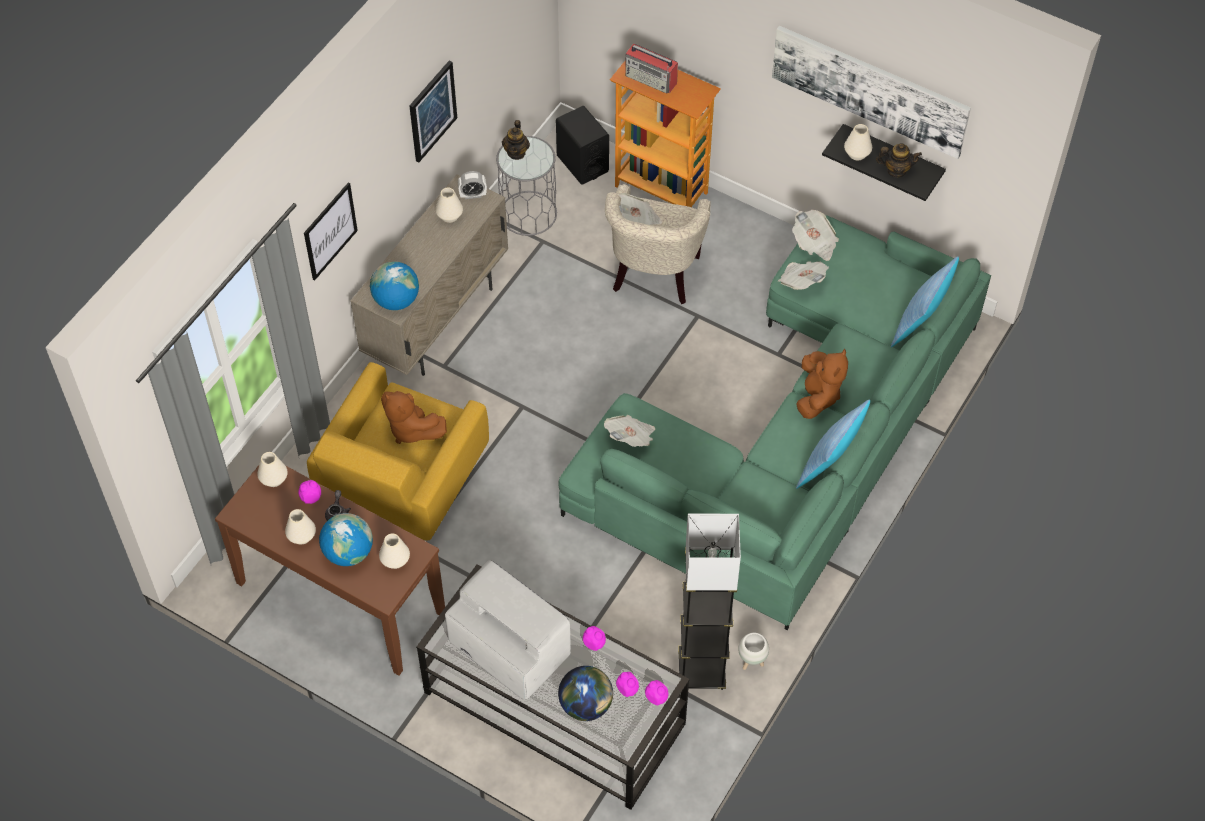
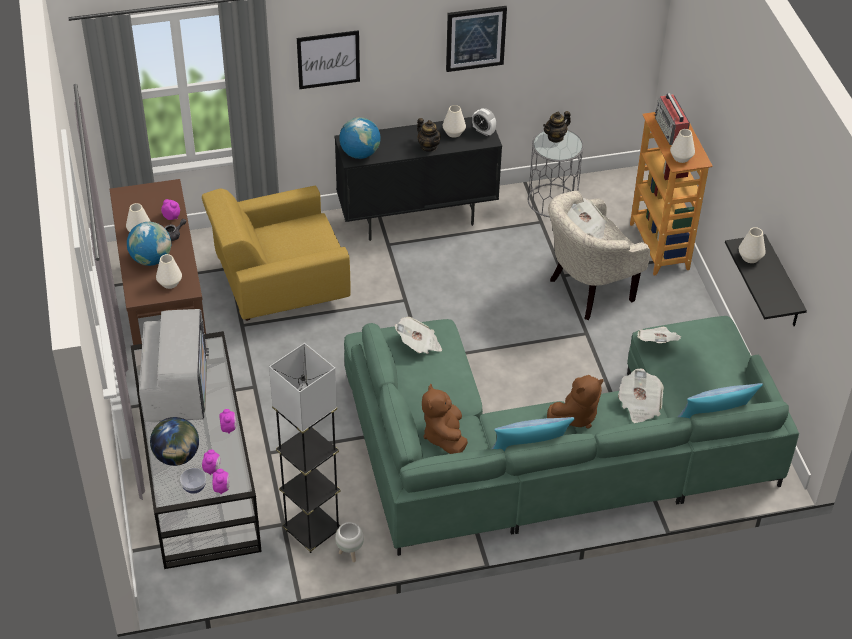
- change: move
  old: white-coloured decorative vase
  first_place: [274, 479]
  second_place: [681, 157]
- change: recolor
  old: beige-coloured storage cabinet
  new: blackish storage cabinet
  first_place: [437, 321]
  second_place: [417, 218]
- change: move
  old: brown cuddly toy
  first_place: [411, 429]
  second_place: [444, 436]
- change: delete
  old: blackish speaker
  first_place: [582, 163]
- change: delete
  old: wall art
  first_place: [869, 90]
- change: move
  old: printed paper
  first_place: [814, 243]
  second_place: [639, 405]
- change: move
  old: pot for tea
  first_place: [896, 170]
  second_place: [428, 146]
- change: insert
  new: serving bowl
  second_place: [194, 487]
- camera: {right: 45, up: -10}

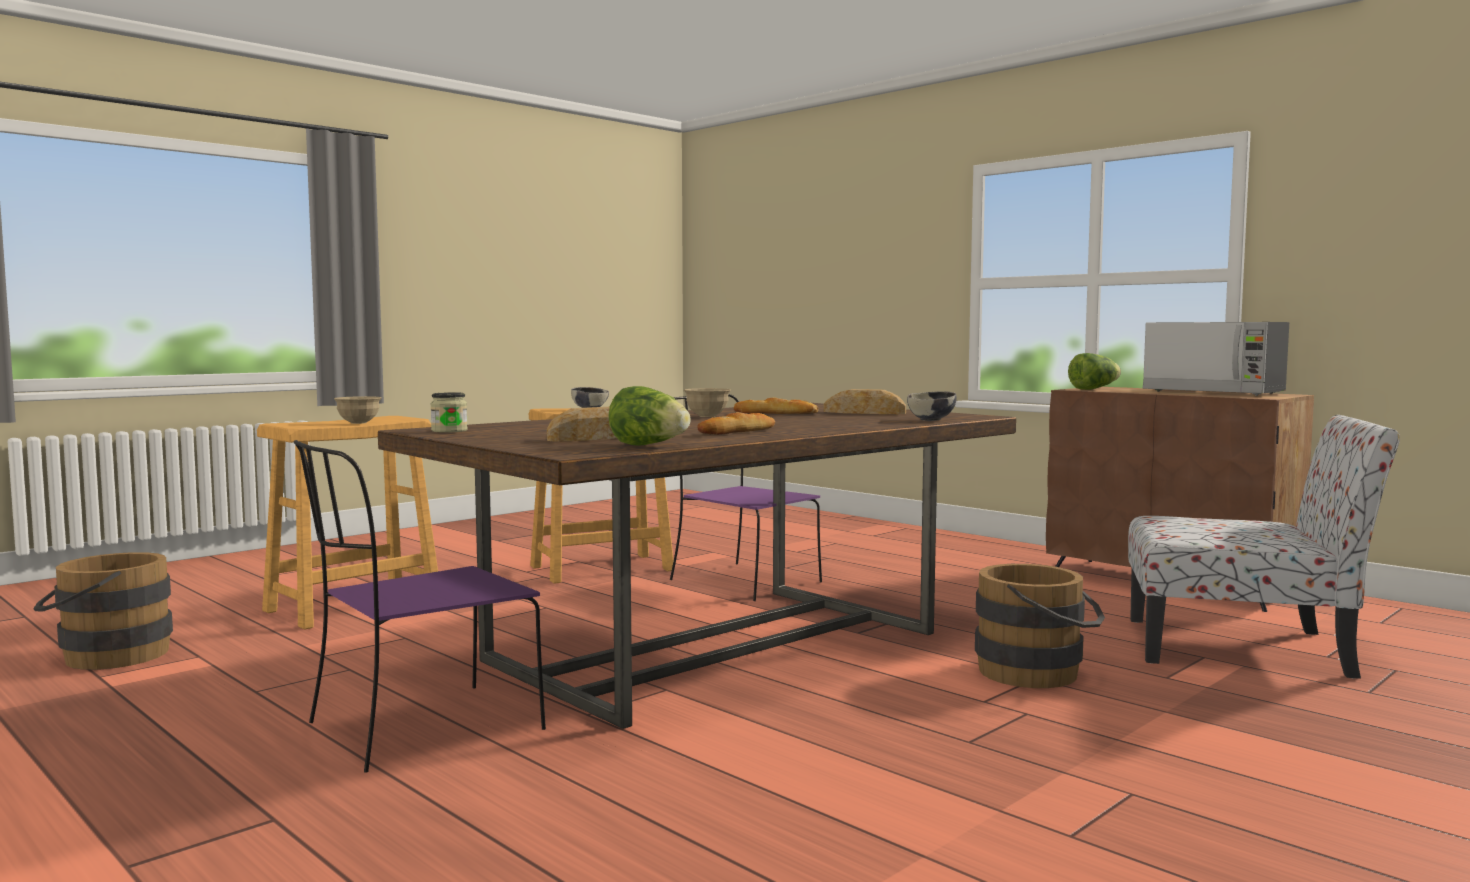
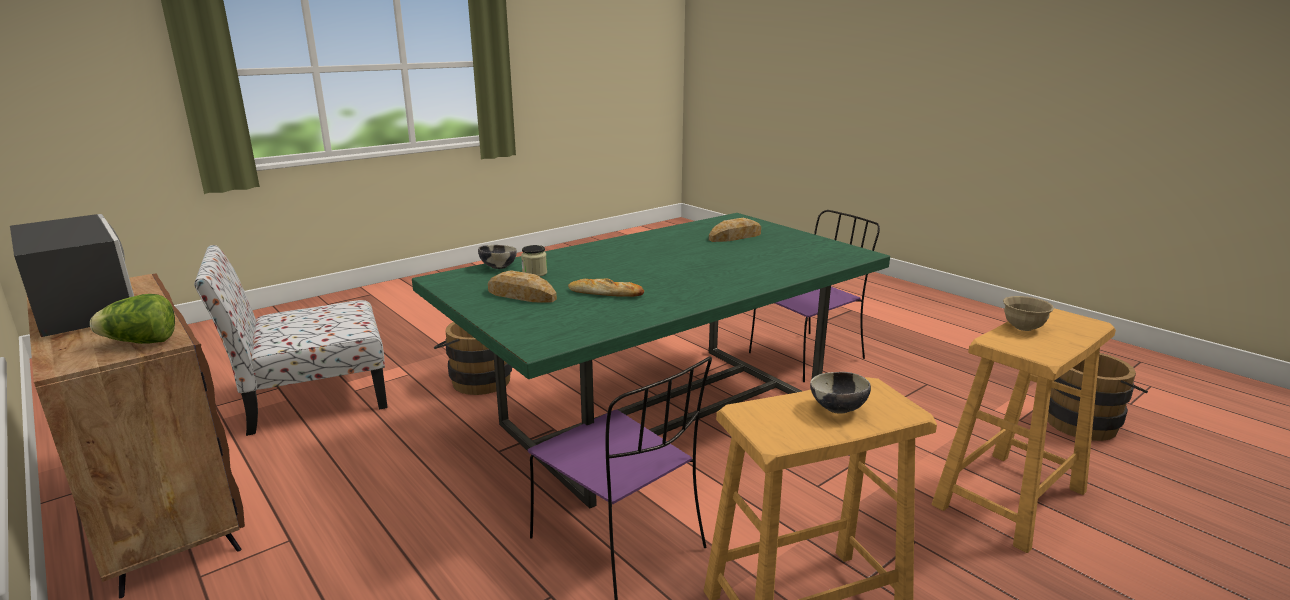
- change: recolor
  old: brown dinner table
  new: green-coloured dinner table
  first_place: [721, 646]
  second_place: [660, 416]
- change: move
  old: storage jar
  first_place: [449, 431]
  second_place: [534, 273]
- change: delete
  old: lettuce
  first_place: [649, 445]
- change: delete
  old: beige-coloured serving bowl
  first_place: [707, 416]
- change: delete
  old: bakery bread
  first_place: [738, 431]
- change: rotate
  old: chair
  first_place: [1242, 648]
  second_place: [312, 398]
  degrees: -45
- camera: {right: -175, up: 15}

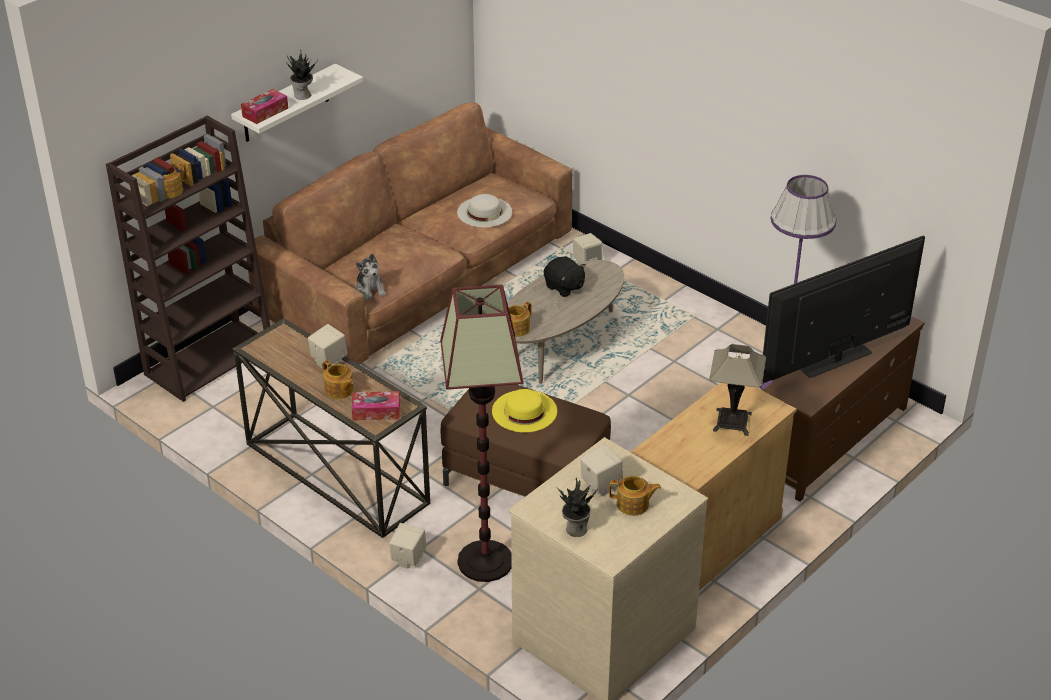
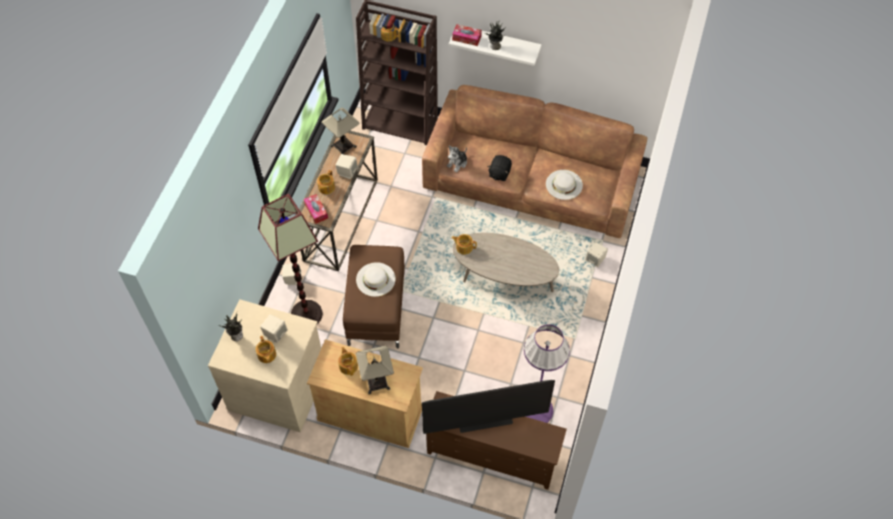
- change: recolor
  old: yellow-coloured clothing hat
  new: white-coloured clothing hat
  first_place: [524, 411]
  second_place: [375, 279]
- change: move
  old: blackish cuddly toy
  first_place: [564, 287]
  second_place: [499, 173]
- change: rotate
  old: TV
  first_place: [836, 362]
  second_place: [485, 423]
  degrees: 135
- change: insert
  new: lamp for a table
  second_place: [343, 146]
- change: insert
  new: pot for tea
  second_place: [348, 365]
- camera: {right: 65, up: 20}

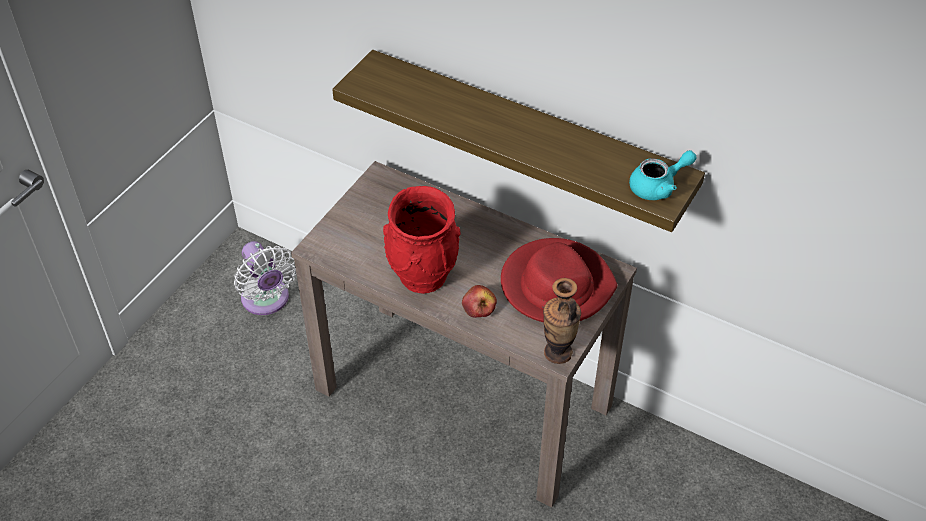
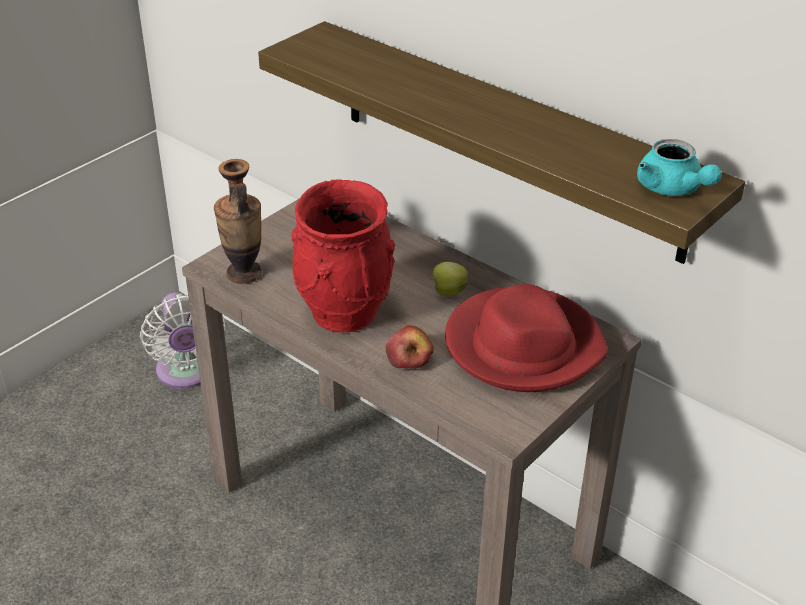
- change: move
  old: decorative vase
  first_place: [558, 352]
  second_place: [244, 273]
- change: rotate
  old: turquoise pot for tea
  first_place: [658, 186]
  second_place: [673, 189]
  degrees: 75
- change: insert
  new: apple fruit
  second_place: [447, 292]
- camera: {right: 10, up: -10}

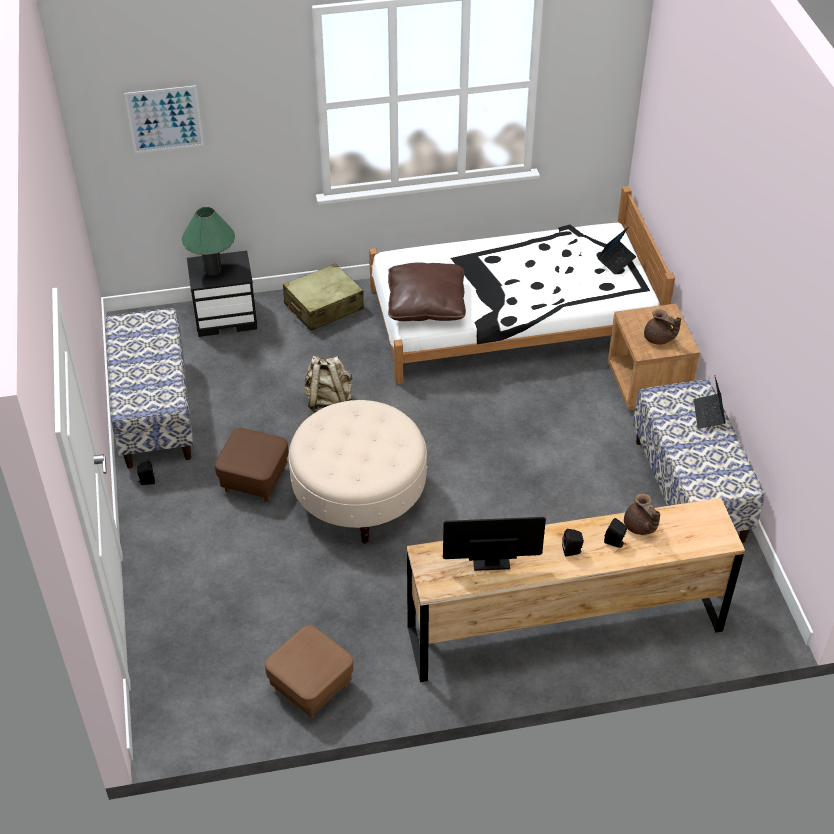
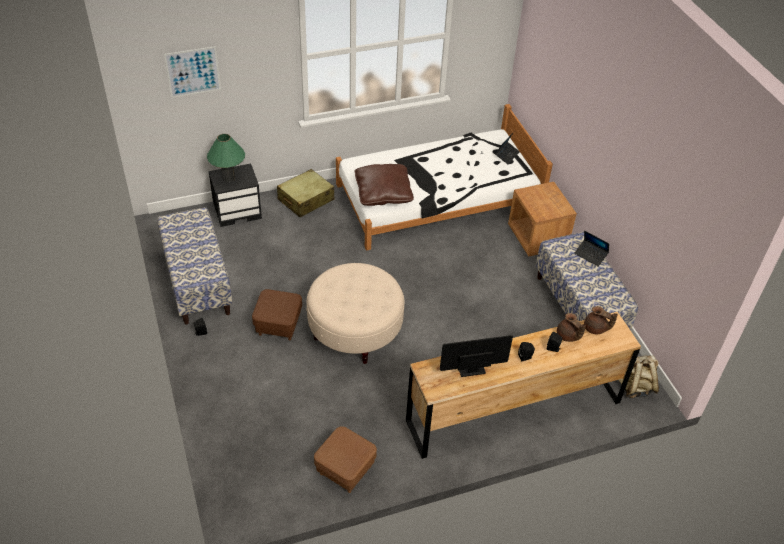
- change: move
  old: beige-coloured backpack
  first_place: [328, 401]
  second_place: [634, 386]
- change: move
  old: brown pot for tea
  first_place: [658, 339]
  second_place: [595, 328]
- change: rotate
  old: portable computer
  first_place: [708, 414]
  second_place: [590, 255]
  degrees: -45
- camera: {right: -10, up: 0}

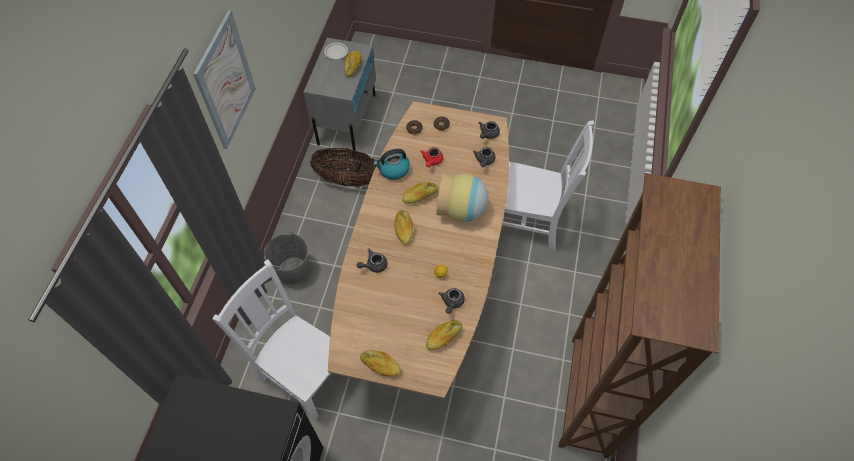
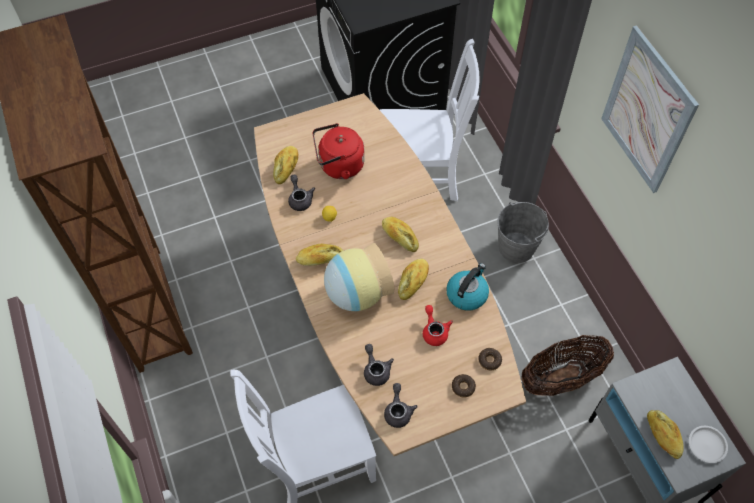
- change: delete
  old: gray pot for tea
  first_place: [373, 265]
- change: move
  old: bakery bread
  first_place: [380, 366]
  second_place: [320, 259]
- change: insert
  new: red-coloured tea kettle
  second_place: [338, 166]
- camera: {right: 145, up: 0}

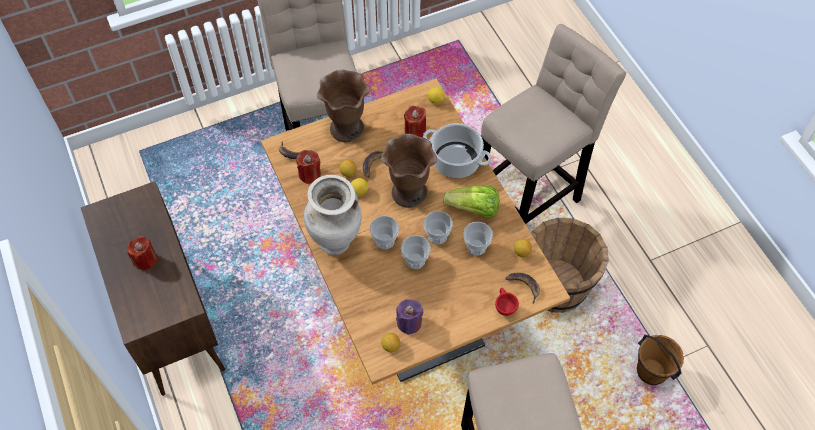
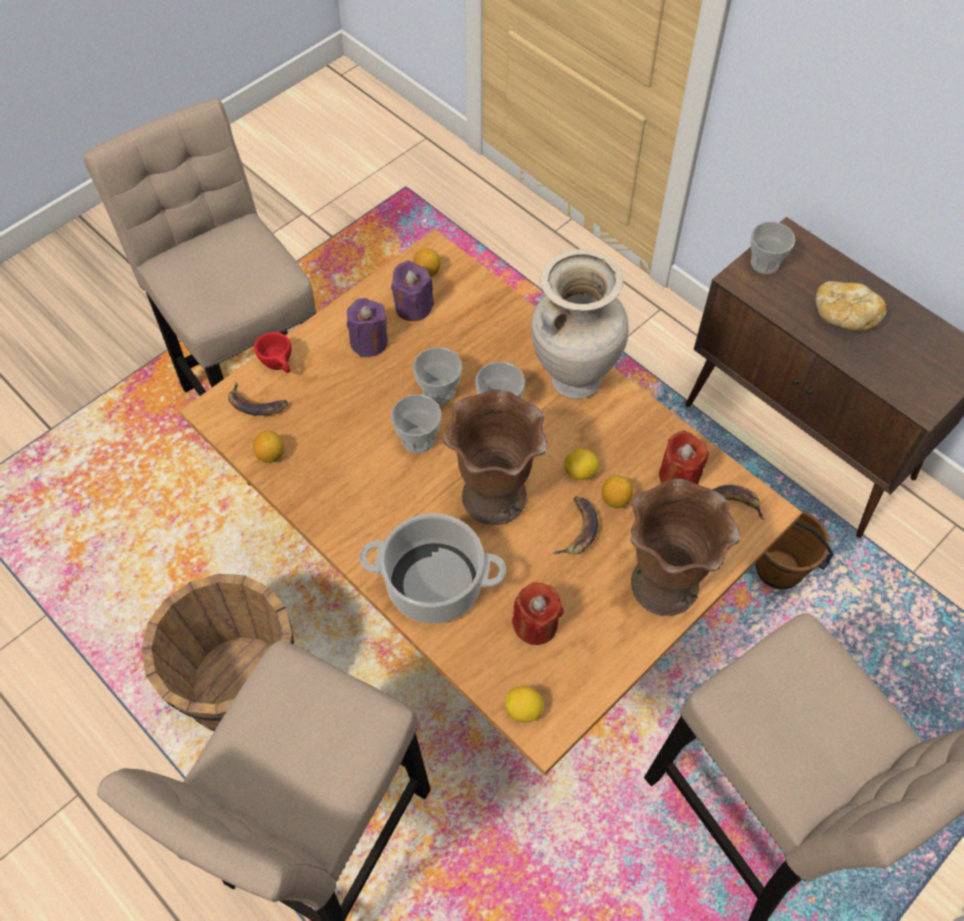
- change: replace
  old: red-coloured candle
  new: bakery bread
  first_place: [145, 260]
  second_place: [843, 316]
- change: delete
  old: lettuce
  first_place: [474, 209]
- change: move
  old: cup
  first_place: [476, 247]
  second_place: [765, 263]
- change: move
  old: brown bucket
  first_place: [651, 371]
  second_place: [777, 570]
- change: insert
  new: purple-coloured candle
  second_place: [369, 342]
- camera: {right: 160, up: 0}

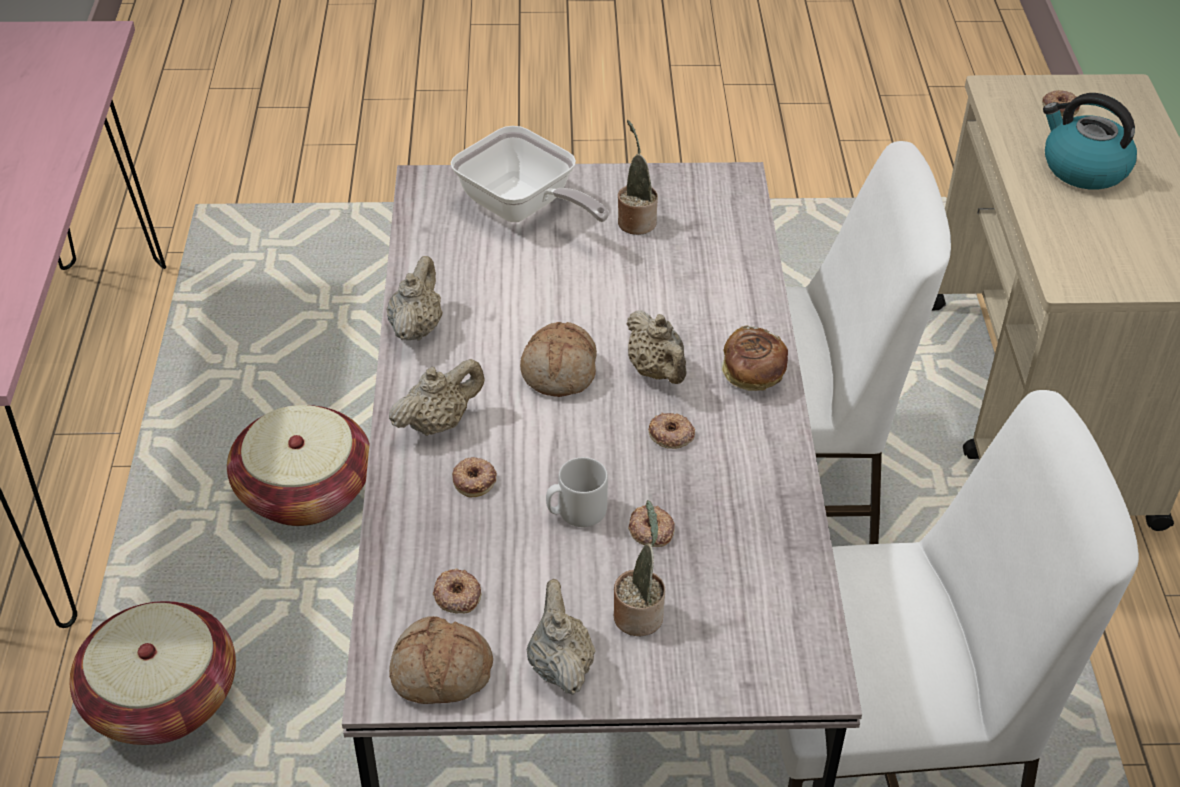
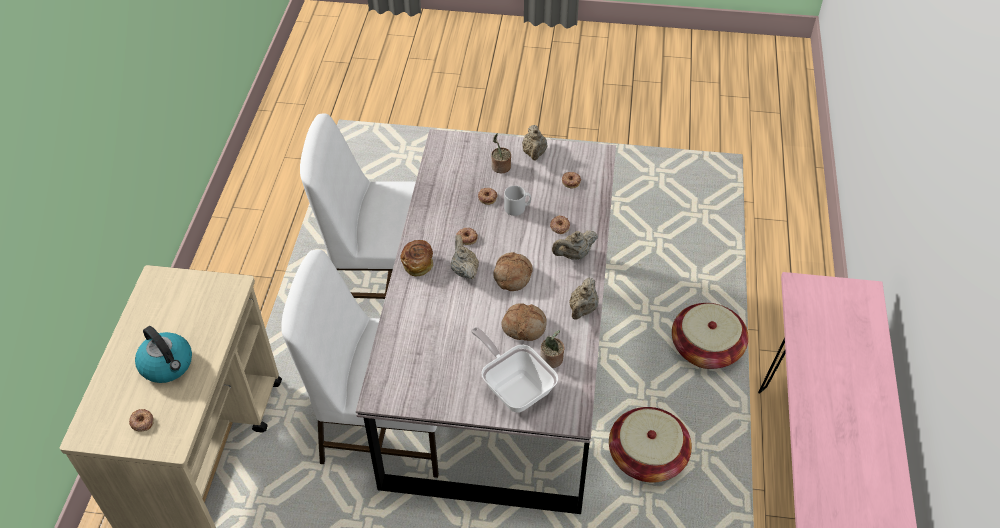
- change: move
  old: bakery bread
  first_place: [440, 674]
  second_place: [524, 326]
- change: move
  old: potted plant
  first_place: [635, 221]
  second_place: [552, 360]
- camera: {right: -170, up: 5}

